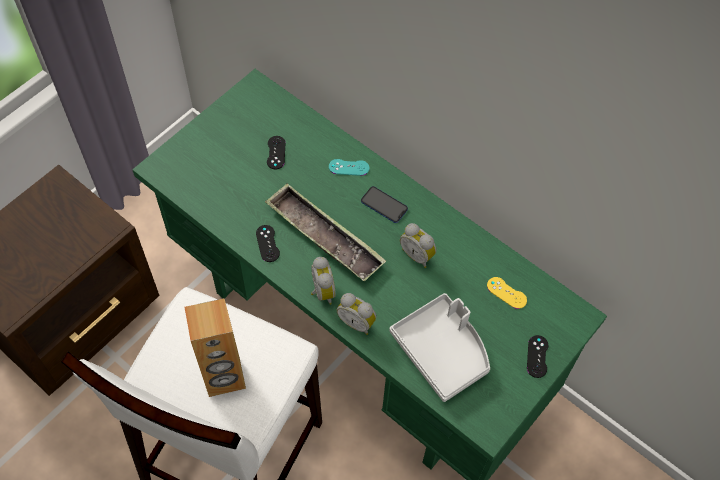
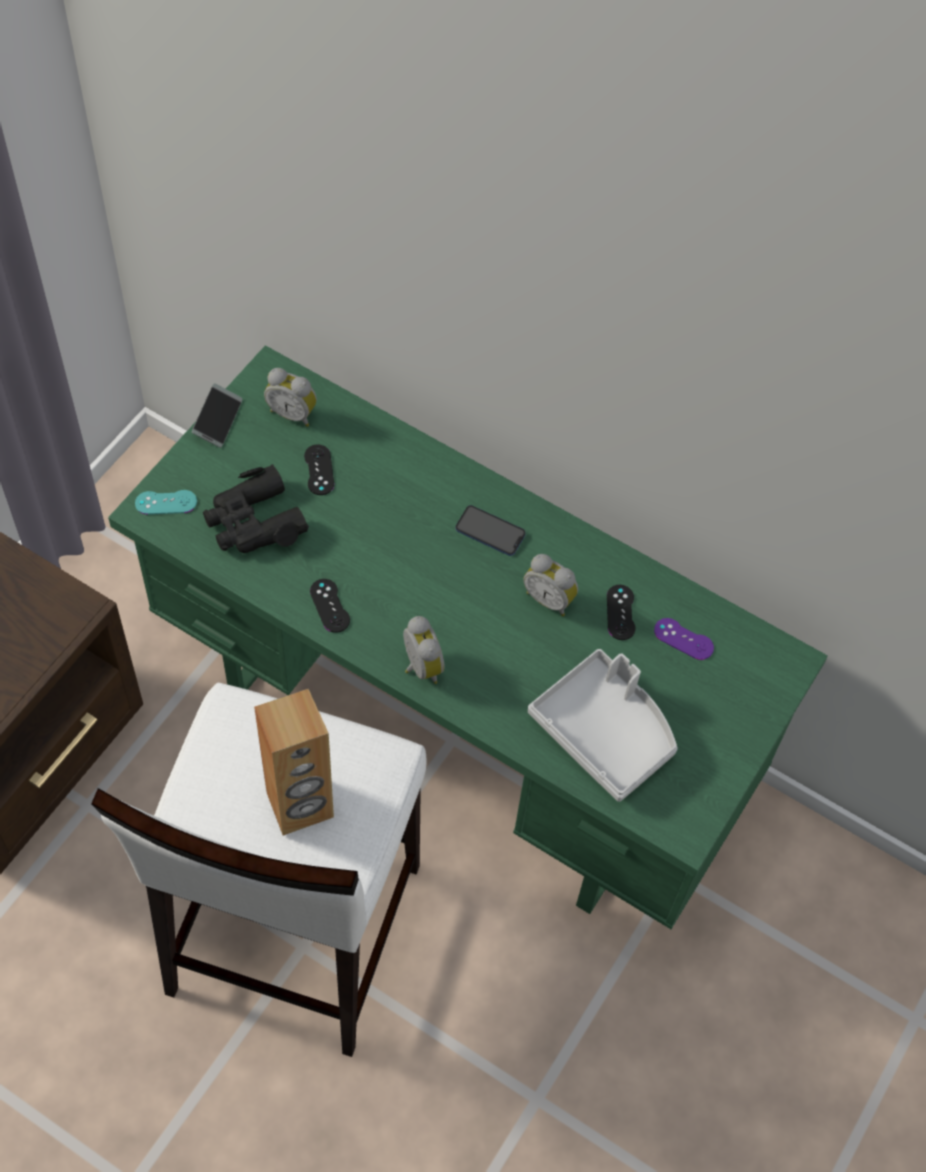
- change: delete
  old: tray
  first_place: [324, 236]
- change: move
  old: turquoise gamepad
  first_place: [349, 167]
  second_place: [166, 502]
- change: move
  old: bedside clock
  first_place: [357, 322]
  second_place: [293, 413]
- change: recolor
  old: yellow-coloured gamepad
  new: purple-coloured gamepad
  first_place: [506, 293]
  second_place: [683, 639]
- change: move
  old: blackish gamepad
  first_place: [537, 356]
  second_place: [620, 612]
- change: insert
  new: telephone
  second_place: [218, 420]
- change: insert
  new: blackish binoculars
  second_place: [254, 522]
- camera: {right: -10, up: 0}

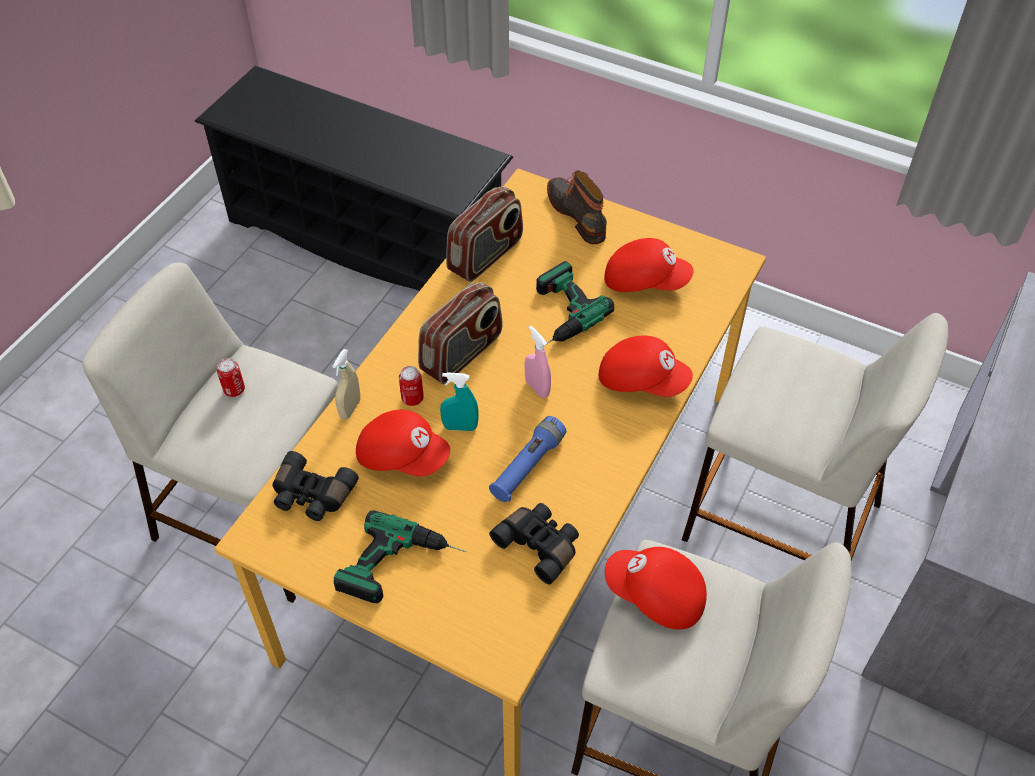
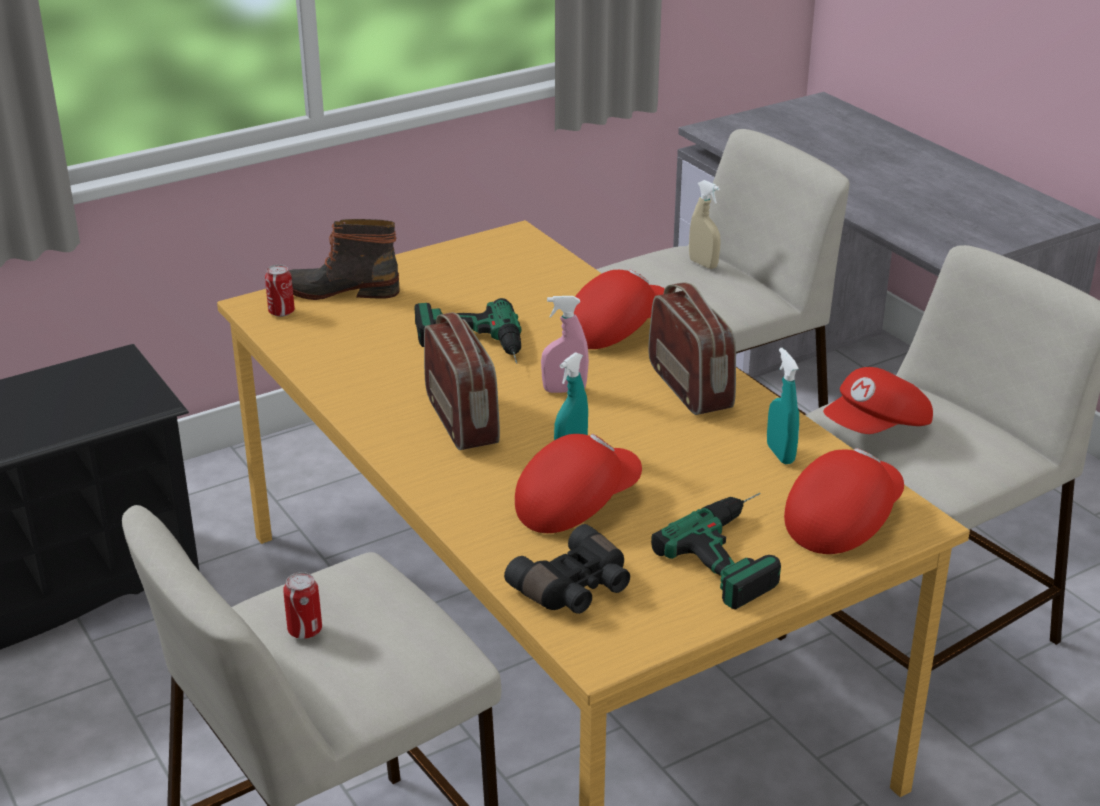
- change: move
  old: beige-coloured hand sprayer
  first_place: [350, 409]
  second_place: [703, 264]
- change: move
  old: can
  first_place: [412, 398]
  second_place: [281, 312]
- change: move
  old: radio set
  first_place: [486, 256]
  second_place: [690, 387]
- change: delete
  old: bluish torch
  first_place: [527, 466]
- change: replace
  old: blackish binoculars
  new: turquoise hand sprayer
  first_place: [539, 545]
  second_place: [780, 454]
- change: move
  old: red-coloured baseball cap
  first_place: [645, 280]
  second_place: [841, 521]
- camera: {right: -60, up: -20}

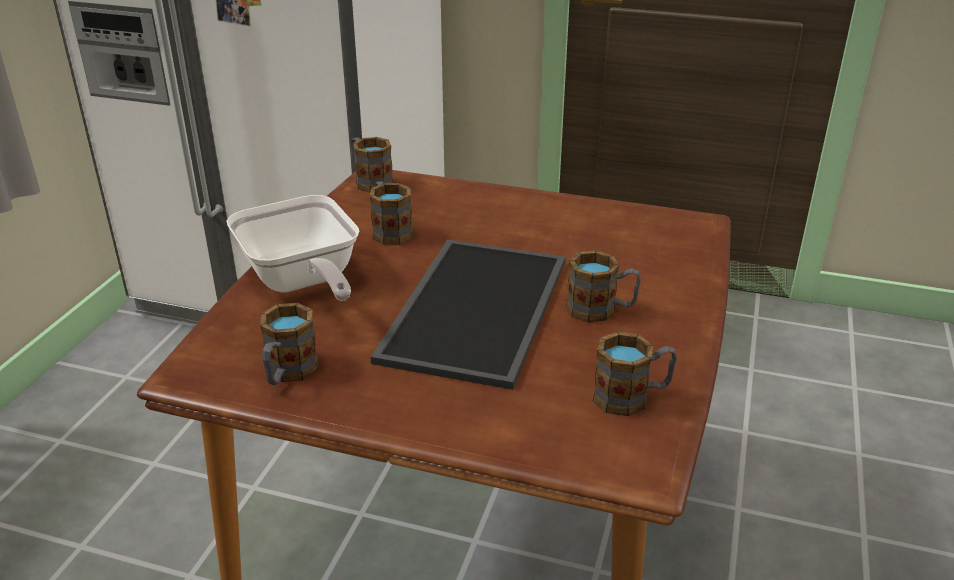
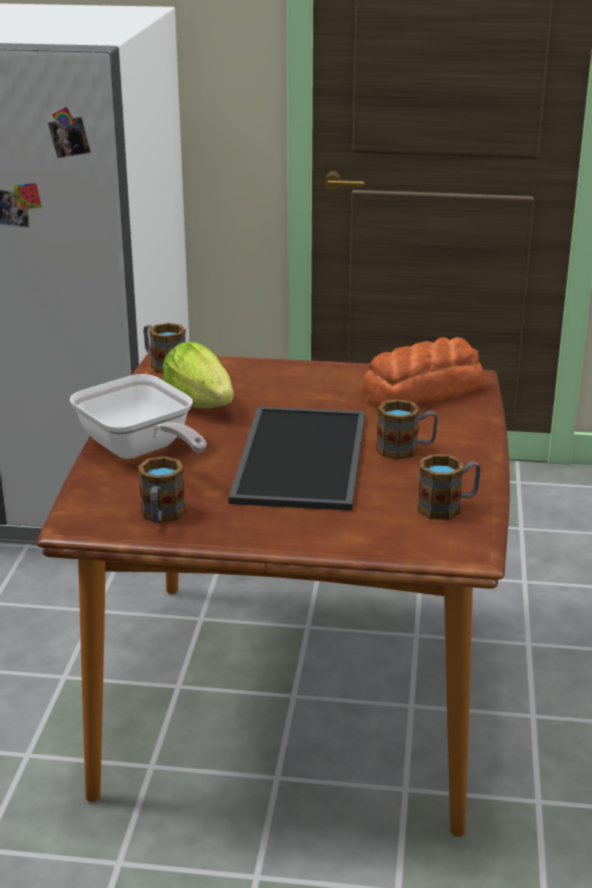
- change: replace
  old: mug
  new: lettuce
  first_place: [389, 230]
  second_place: [200, 404]
- change: insert
  new: bakery bread
  second_place: [421, 392]
- camera: {right: -10, up: -5}

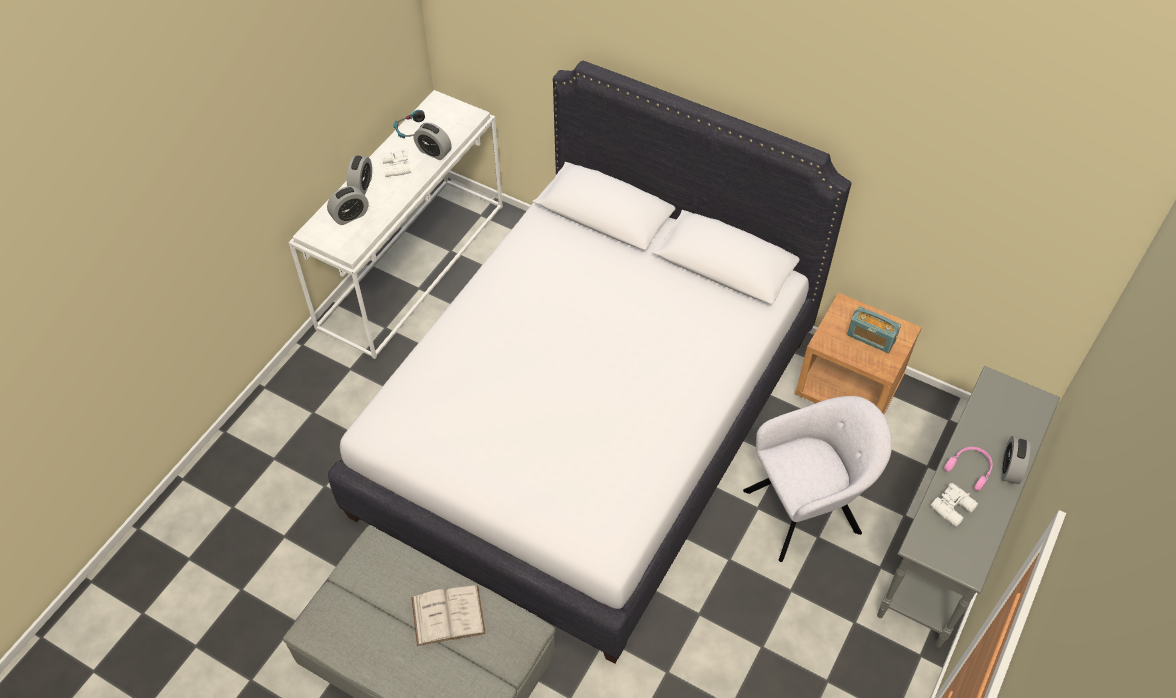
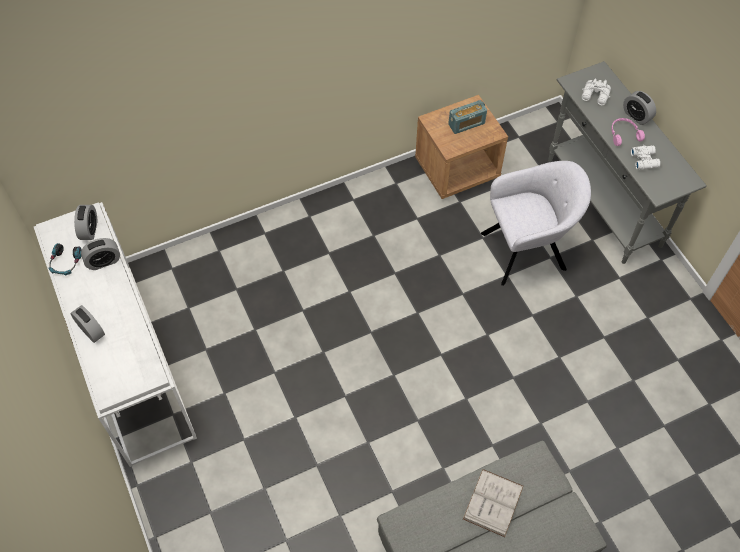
- change: move
  old: bedside clock
  first_place: [350, 216]
  second_place: [89, 230]
- change: delete
  old: white-coloured sleeping bed
  first_place: [587, 423]
- change: move
  old: white-coloured binoculars
  first_place: [395, 167]
  second_place: [595, 96]
- change: rotate
  old: gray armchair
  first_place: [807, 509]
  second_place: [527, 250]
  degrees: 60
- camera: {right: -55, up: 5}

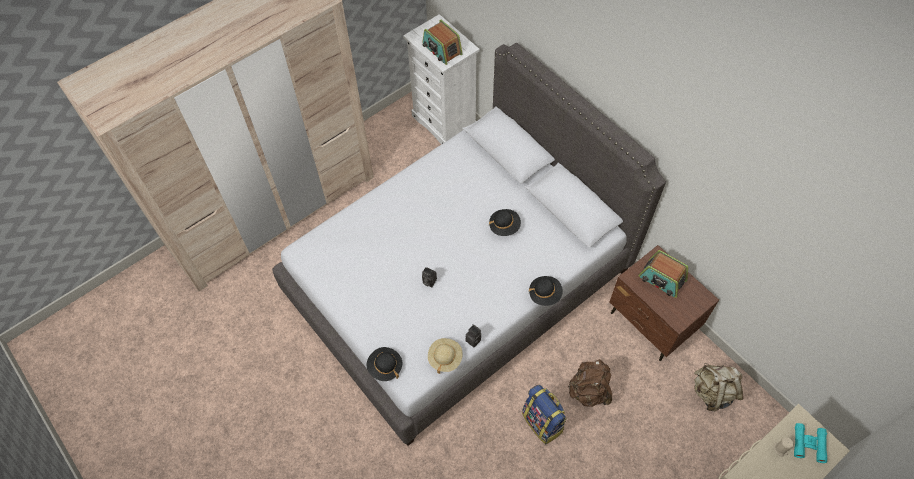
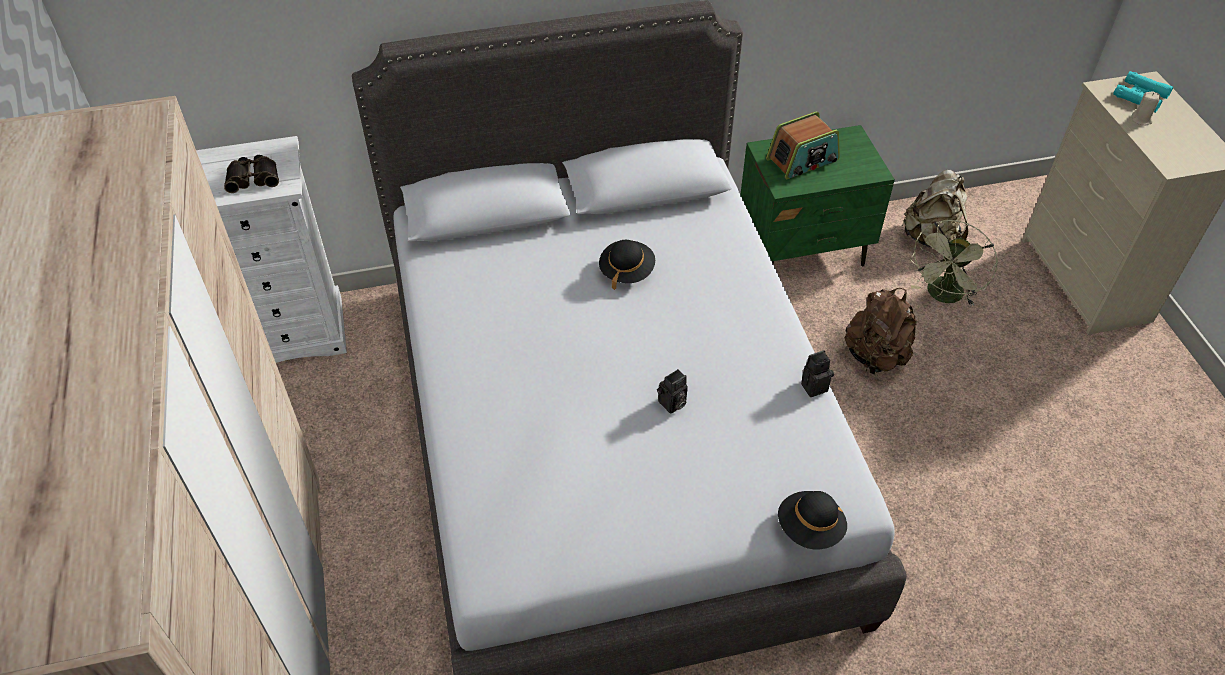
- change: replace
  old: radio set
  new: binoculars
  first_place: [442, 49]
  second_place: [253, 177]
- change: delete
  old: beige-coloured clothing hat
  first_place: [445, 358]
- change: delete
  old: backpack
  first_place: [543, 422]
- change: delete
  old: blackish clothing hat
  first_place: [545, 294]
- change: recolor
  old: brown night table
  new: green-coloured night table
  first_place: [651, 323]
  second_place: [803, 249]
- change: insert
  new: green-coloured fan
  second_place: [943, 297]
- camera: {right: -65, up: -10}

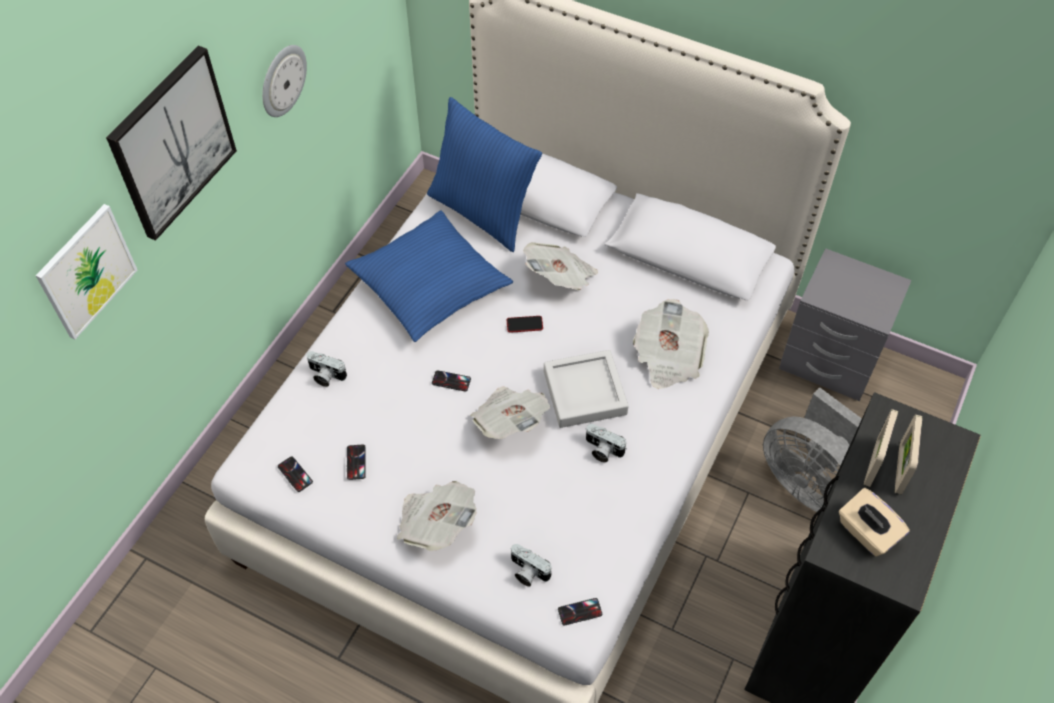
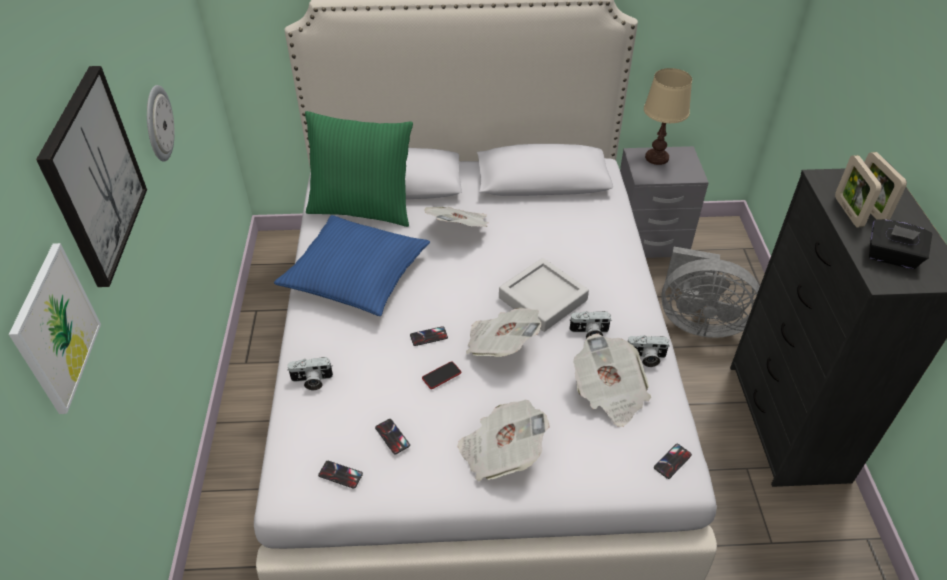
- change: recolor
  old: bluish pillow
  new: green-coloured pillow
  first_place: [483, 211]
  second_place: [362, 208]
- change: move
  old: telephone
  first_place: [524, 324]
  second_place: [441, 375]
- change: move
  old: still camera
  first_place: [527, 572]
  second_place: [645, 358]
- change: move
  old: printed paper
  first_place: [668, 357]
  second_place: [609, 393]
- change: recolor
  old: beige-coloured box of tissues
  new: blackish box of tissues
  first_place: [867, 532]
  second_place: [891, 257]
- change: insert
  new: beige-coloured lamp for a table
  second_place: [656, 157]
- camera: {right: -30, up: -10}

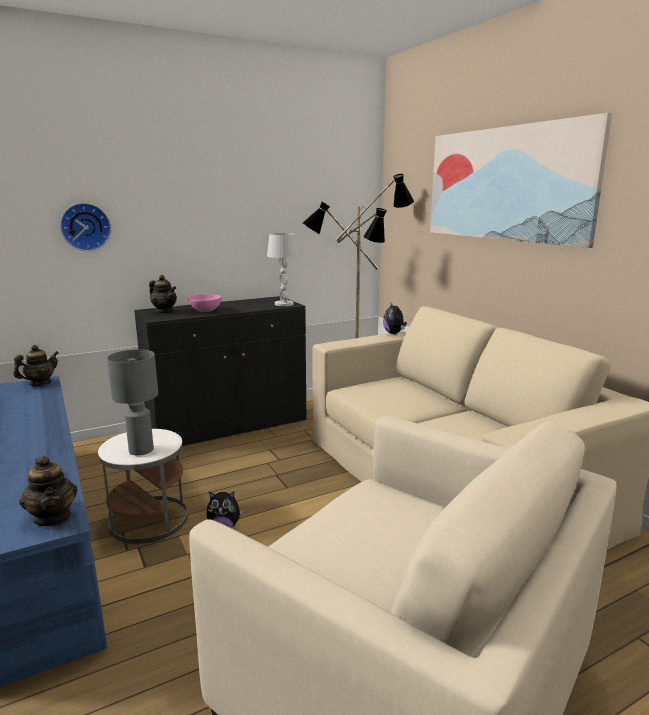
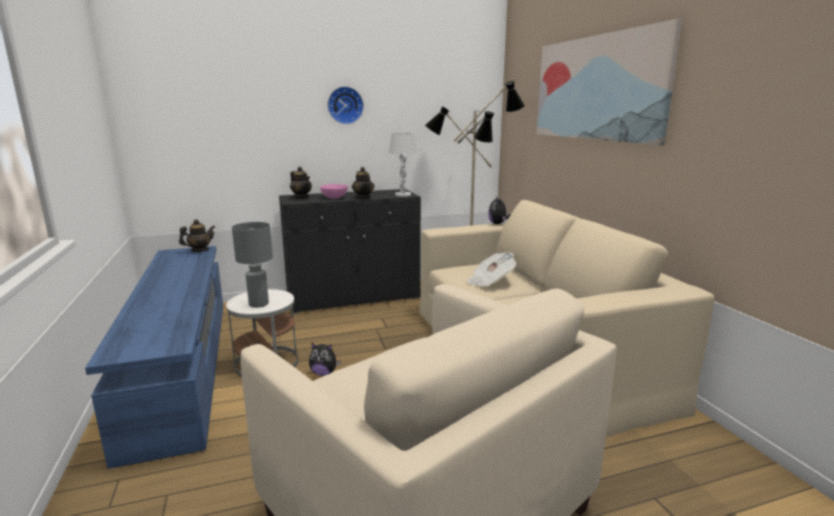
- change: move
  old: pot for tea
  first_place: [53, 517]
  second_place: [363, 198]
- change: move
  old: wall clock
  first_place: [85, 227]
  second_place: [345, 105]
- change: insert
  new: printed paper
  second_place: [490, 281]
- camera: {right: 10, up: 0}

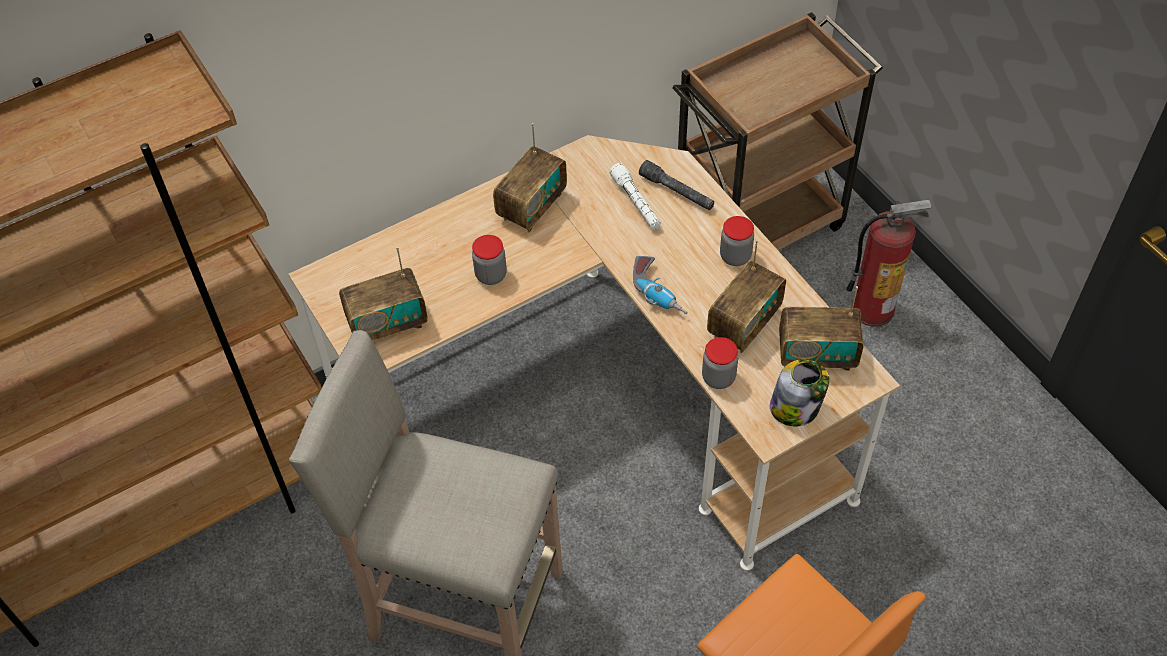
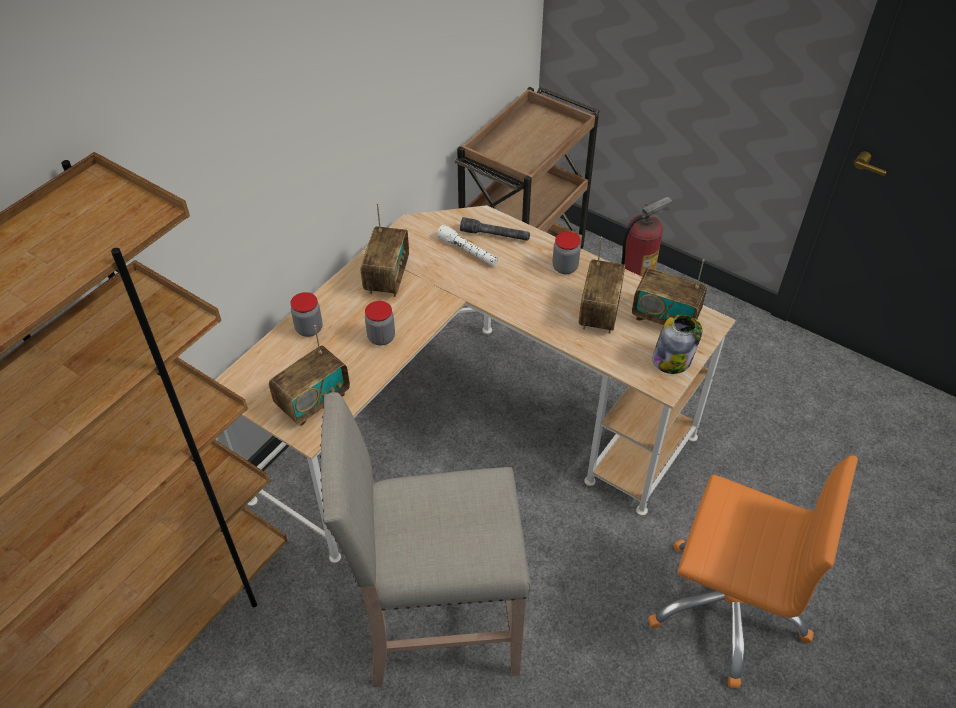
- change: delete
  old: electric drill
  first_place: [659, 292]
- change: move
  old: storage jar
  first_place: [718, 378]
  second_place: [309, 329]
- change: rotate
  old: radio set
  first_place: [816, 355]
  second_place: [665, 317]
  degrees: 45
- camera: {right: -25, up: -5}

